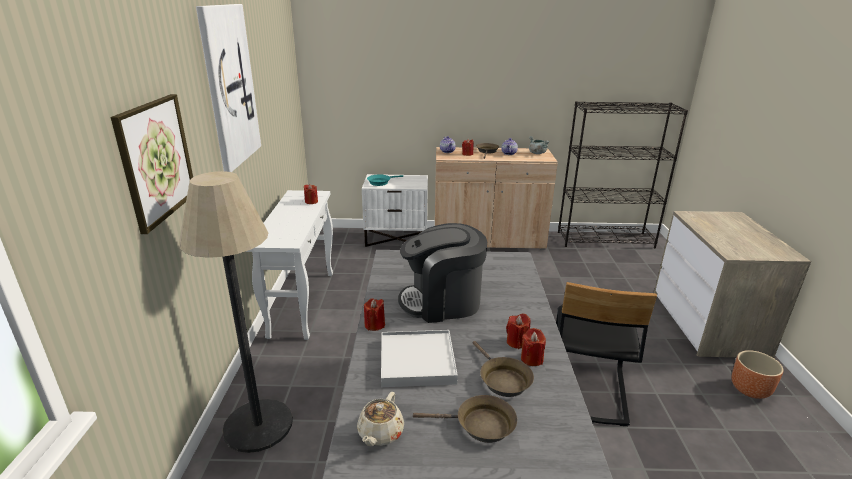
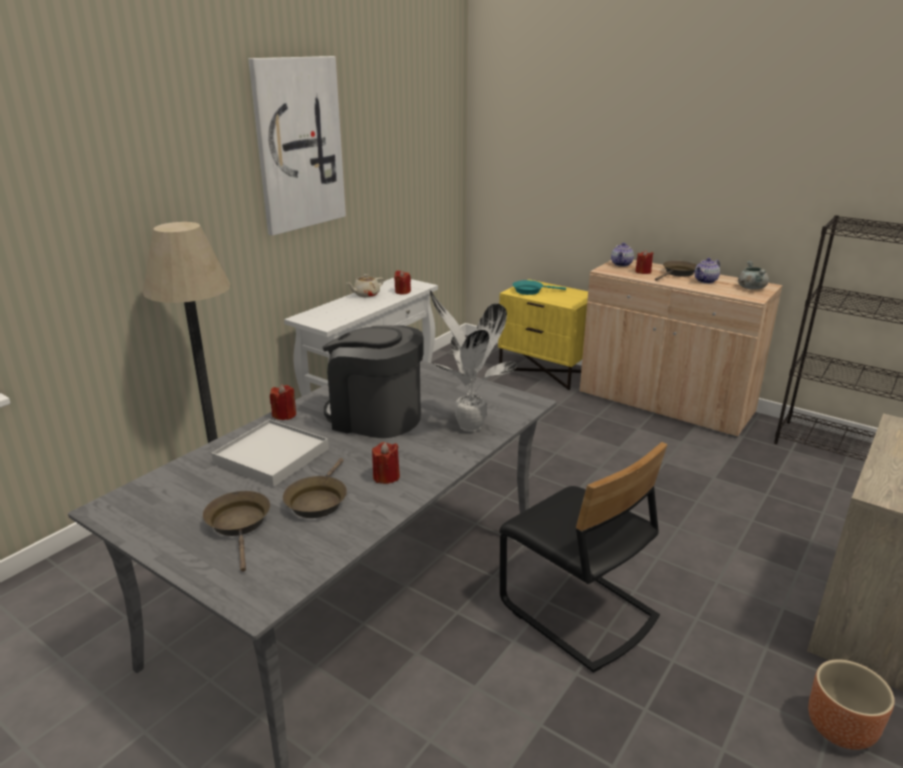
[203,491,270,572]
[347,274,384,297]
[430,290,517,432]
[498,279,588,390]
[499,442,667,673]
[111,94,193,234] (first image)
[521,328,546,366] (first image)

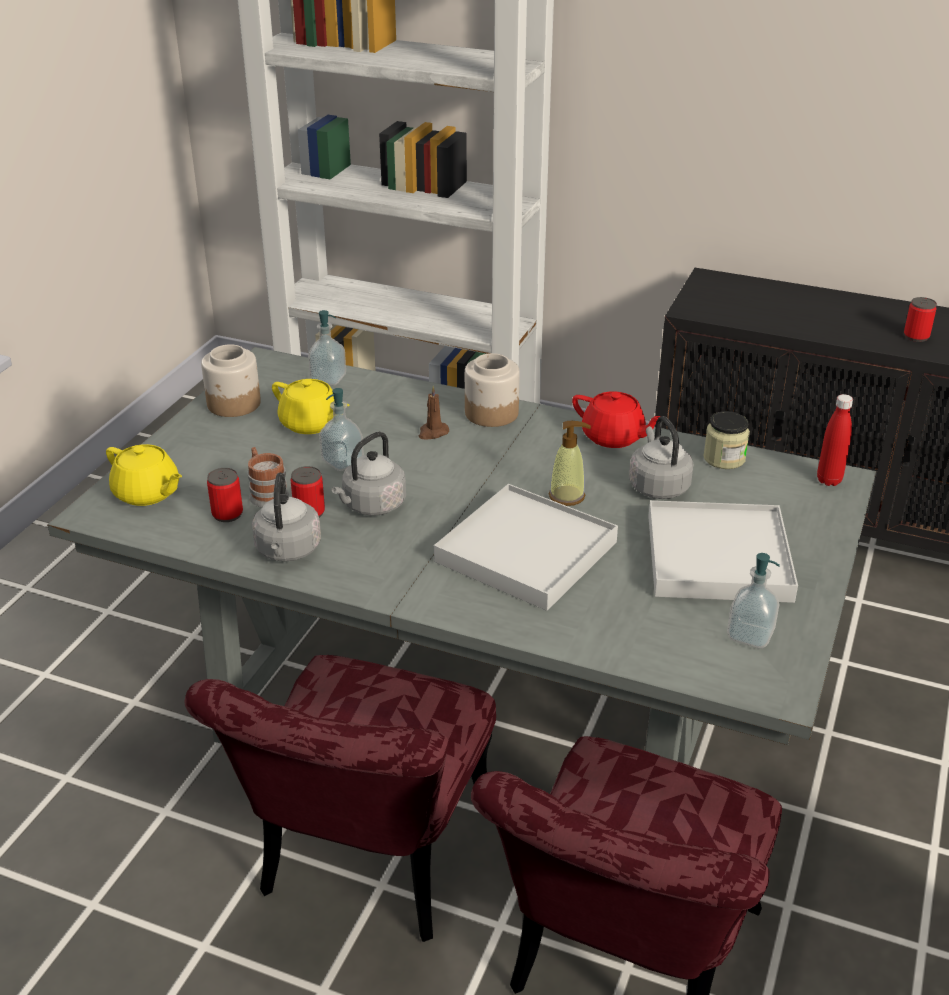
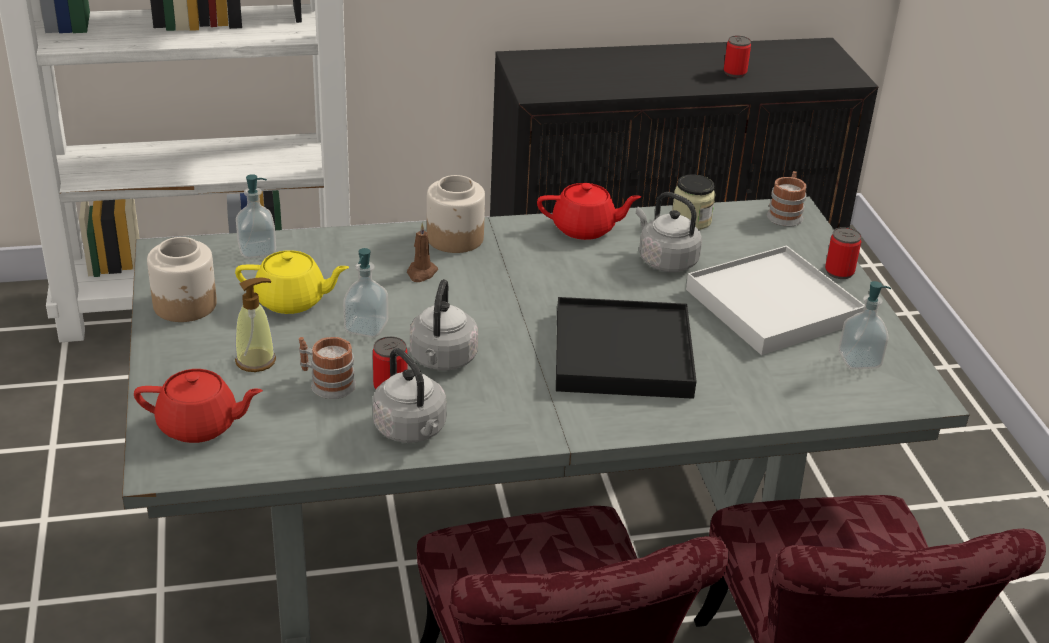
[134,369,263,443]
[235,277,276,372]
[556,297,696,399]
[767,171,807,227]
[825,227,862,279]

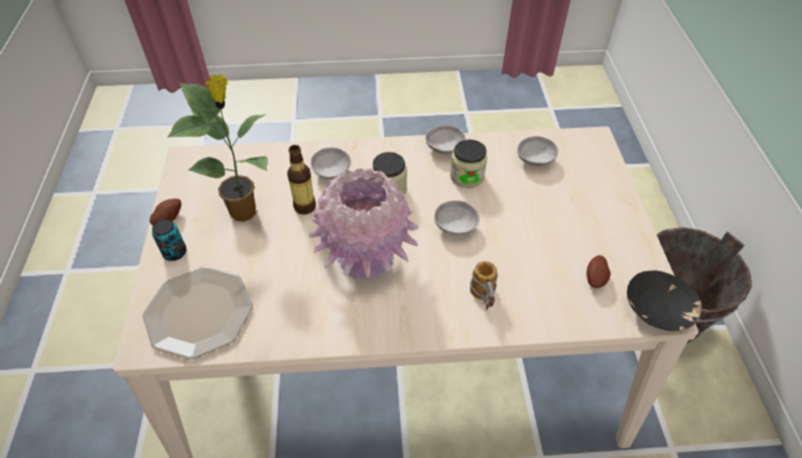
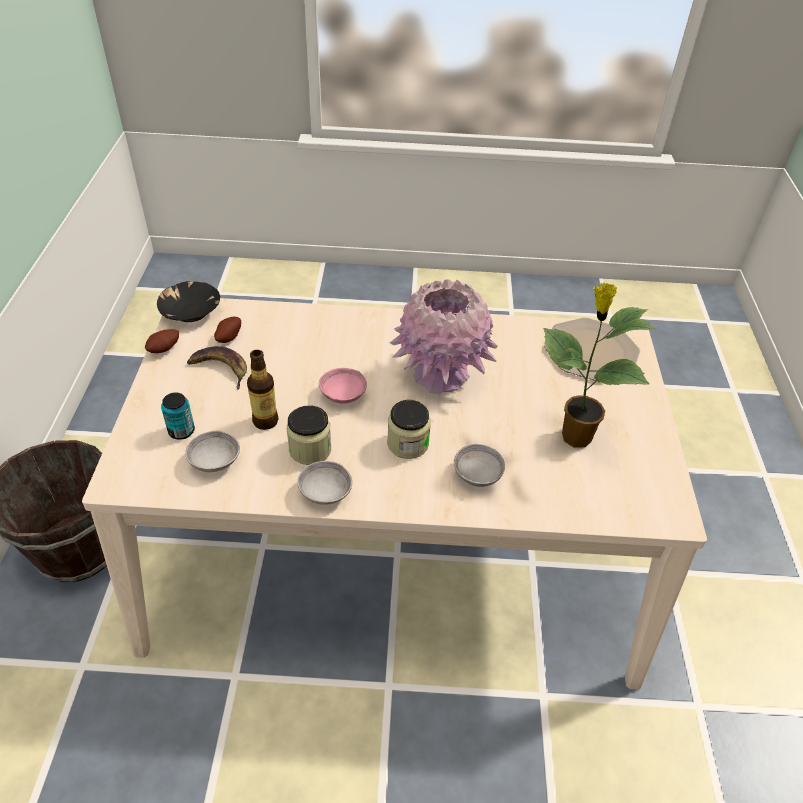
[145,329,179,353]
[161,393,195,440]
[187,346,247,390]
[247,350,279,430]
[319,368,367,404]
[470,261,498,311] (first image)

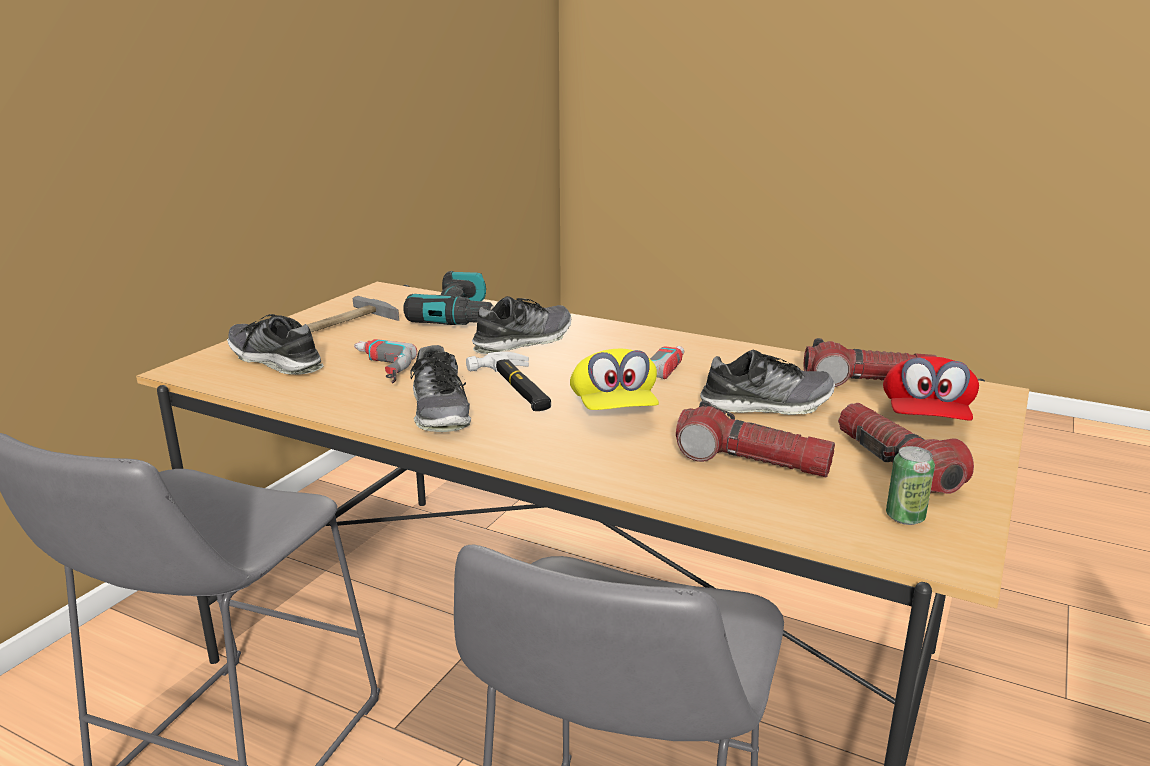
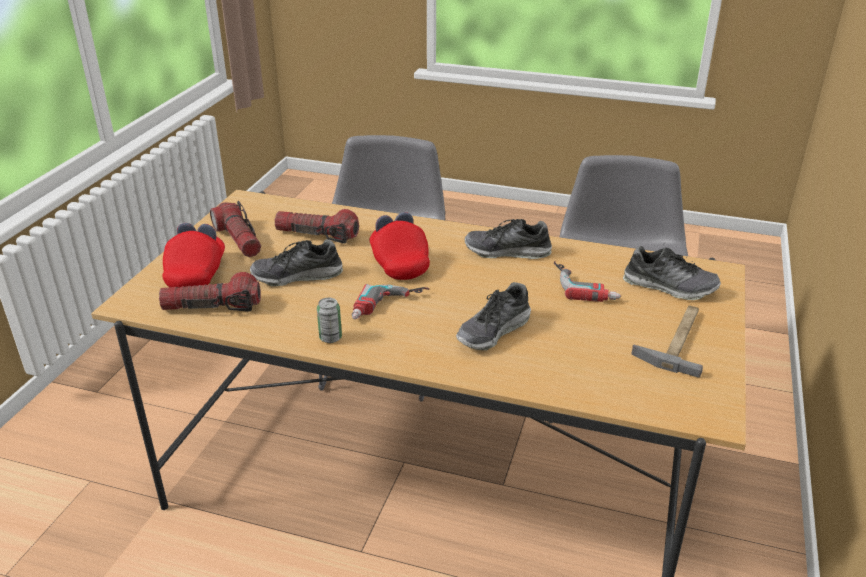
[317,298,342,343]
[370,212,430,280]
[465,219,552,259]
[403,271,494,325] (first image)
[466,352,551,411] (first image)

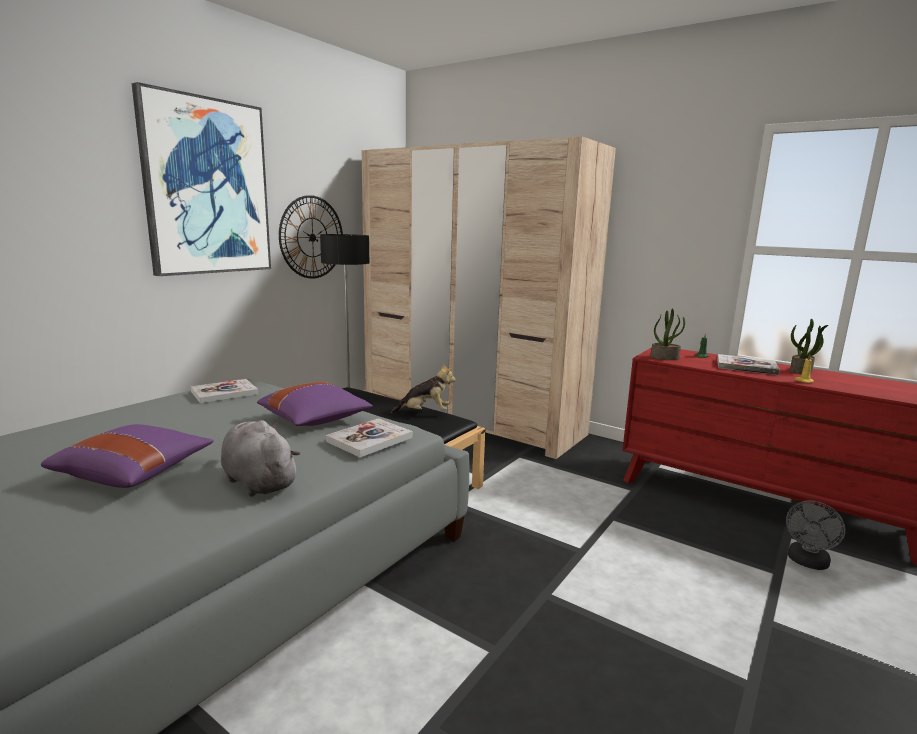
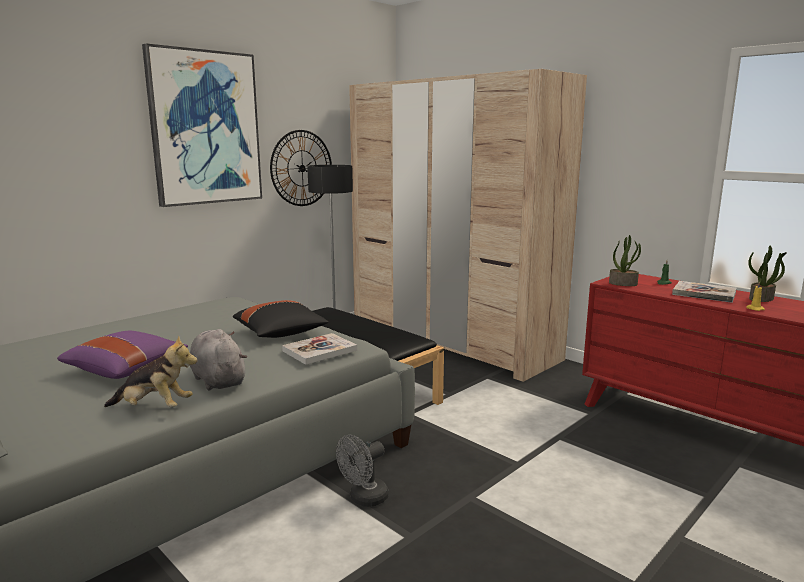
[104,335,197,407]
[233,300,329,338]
[336,435,389,507]
[191,379,258,404] (first image)

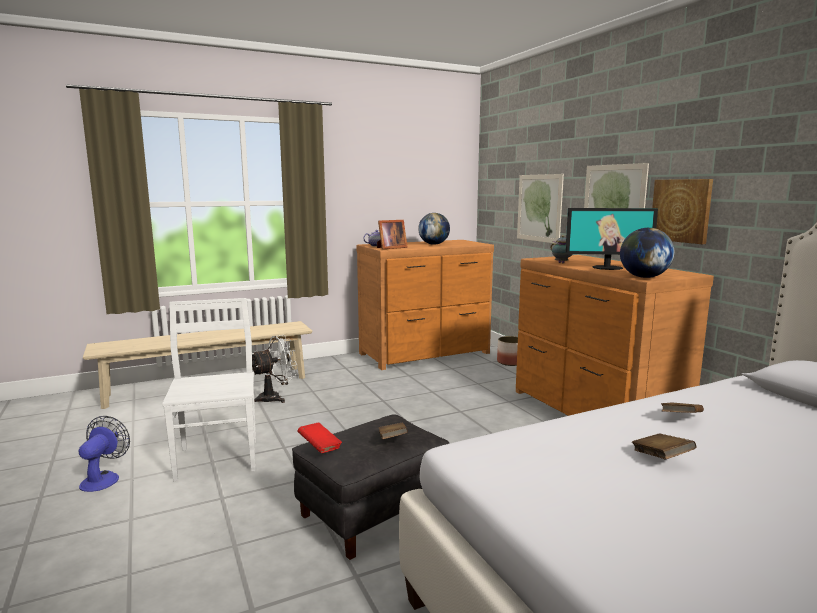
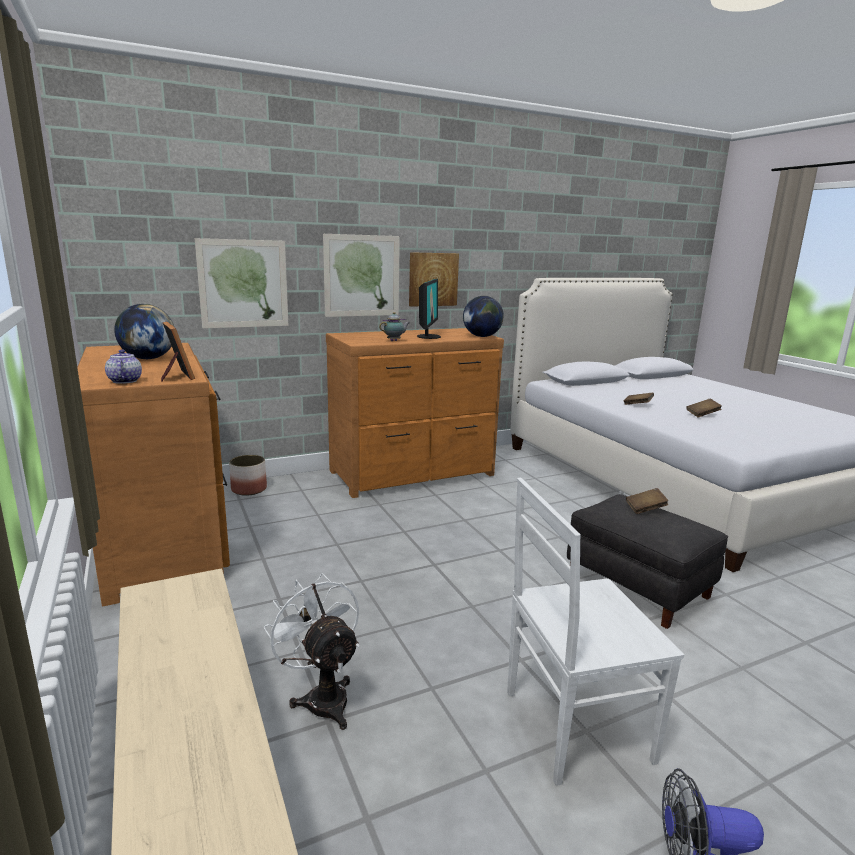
[297,422,342,453] (first image)

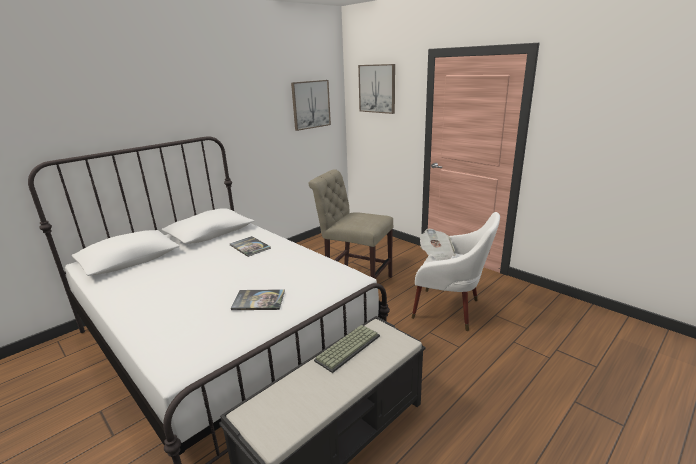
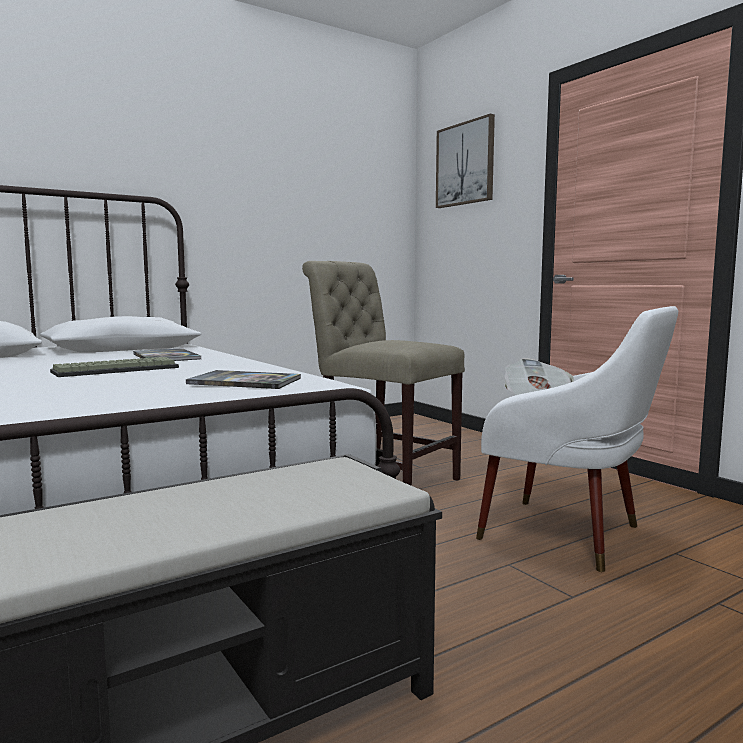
[50,357,179,377]
[186,370,301,389]
[291,80,331,131] (first image)

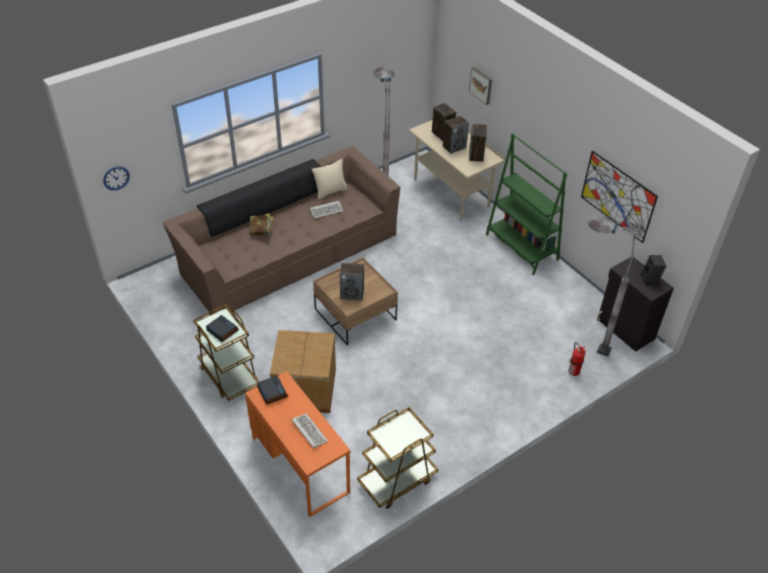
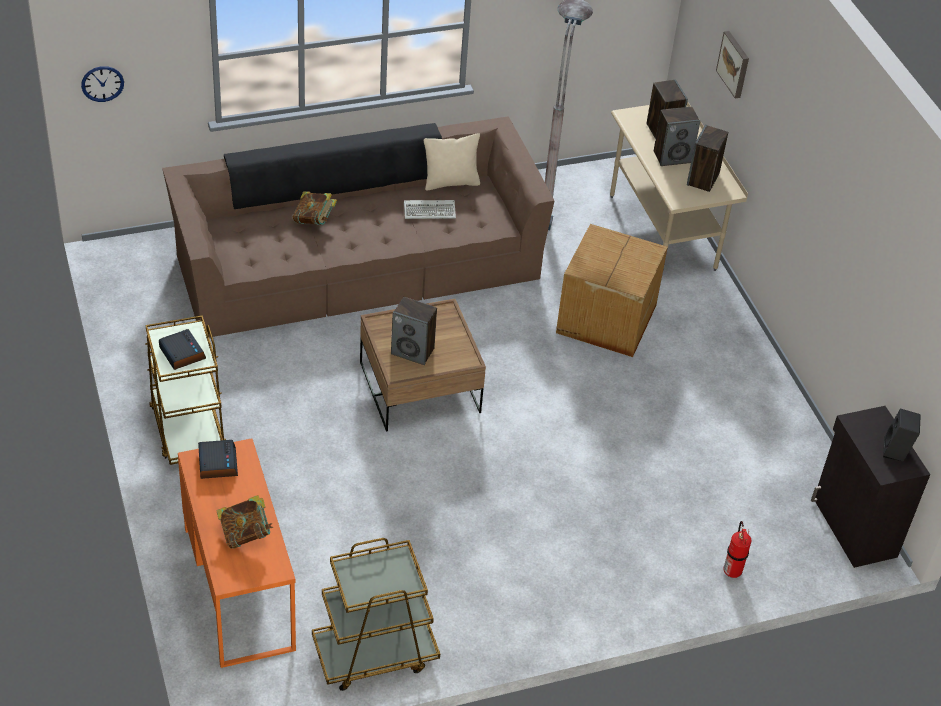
[216,495,273,549]
[556,224,668,357]
[486,133,567,275] (first image)
[581,150,658,243] (first image)
[588,216,636,357] (first image)

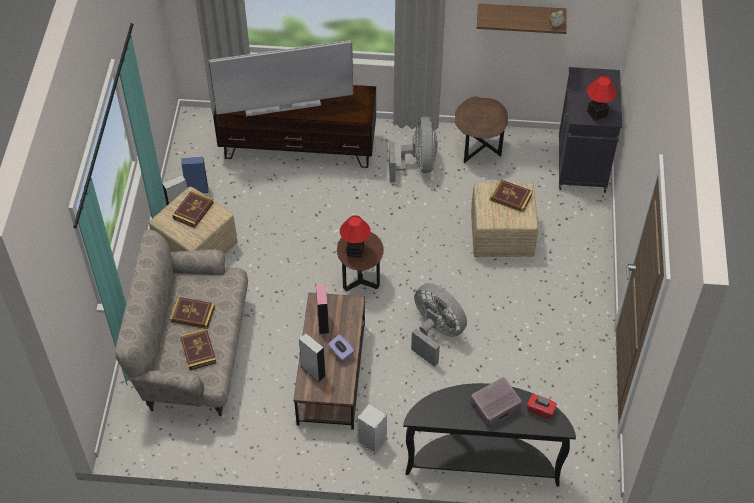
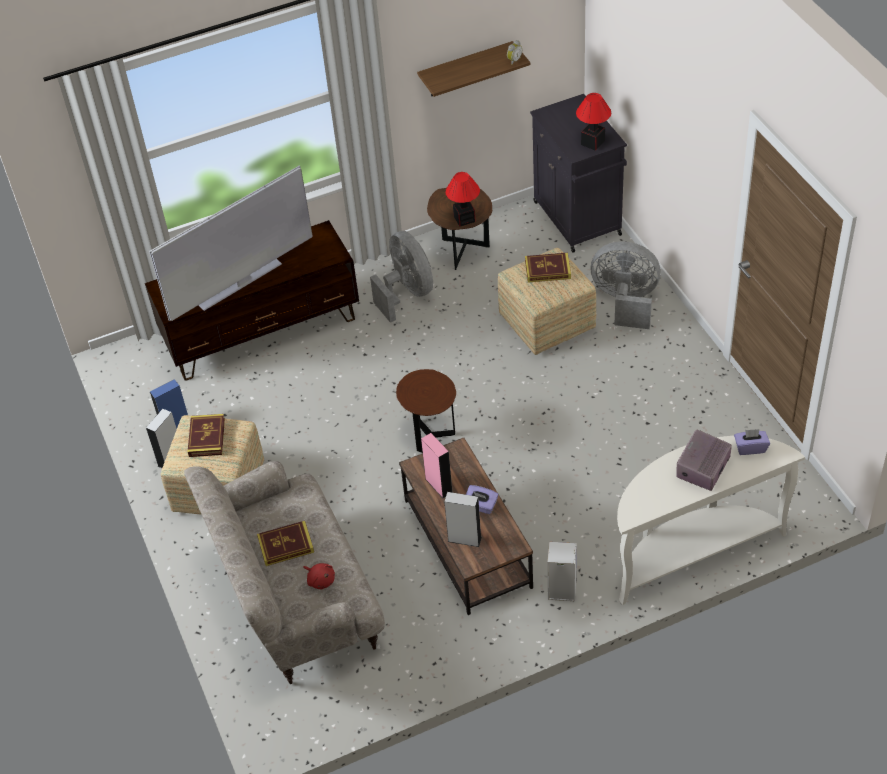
[303,563,335,589]
[445,172,480,227]
[590,241,661,329]
[617,436,805,605]
[734,429,770,455]

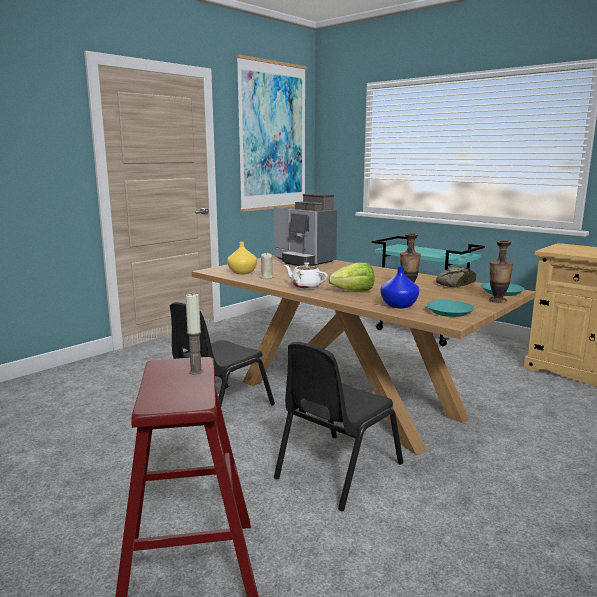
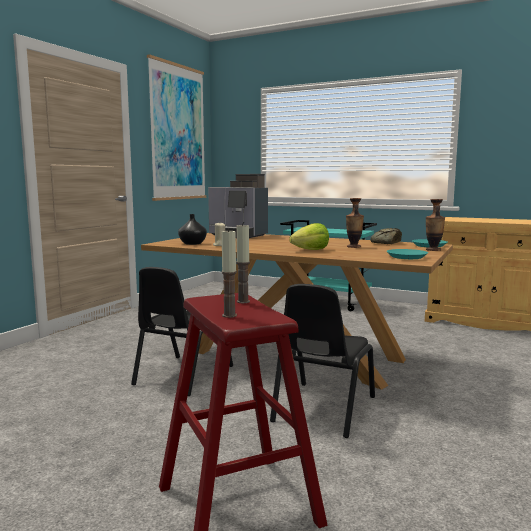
[178,214,207,245]
[221,229,237,318]
[284,262,328,289] (first image)
[381,266,419,308] (first image)

